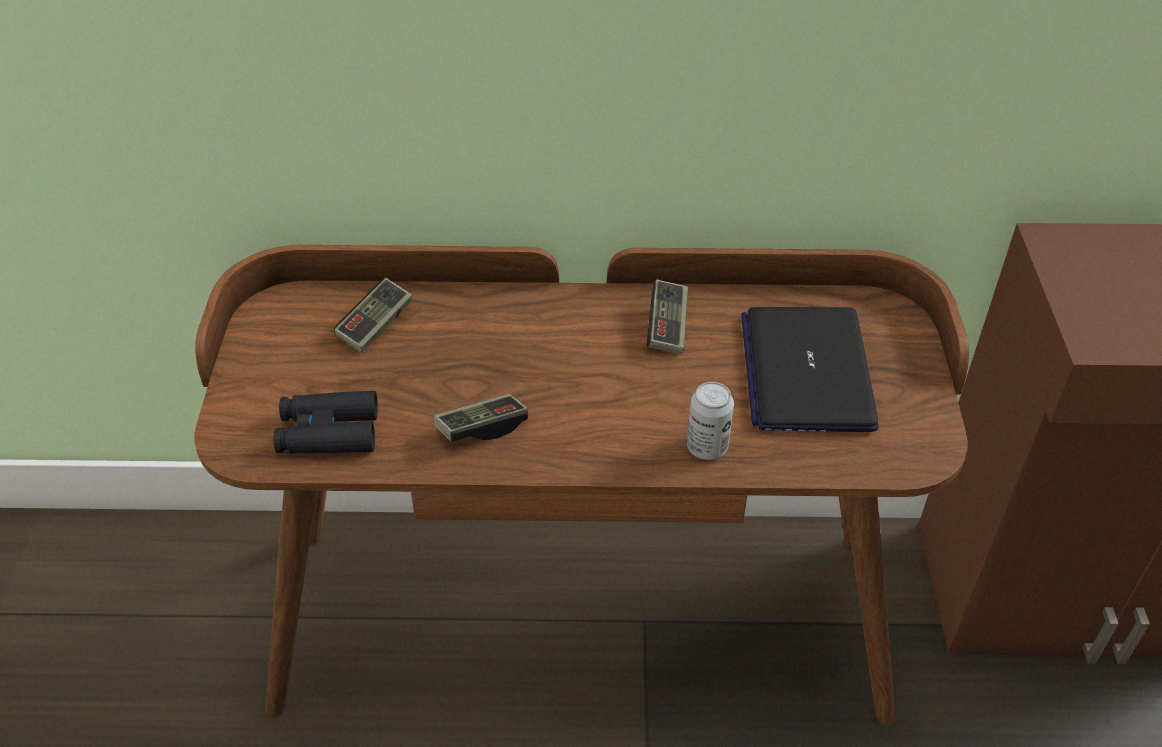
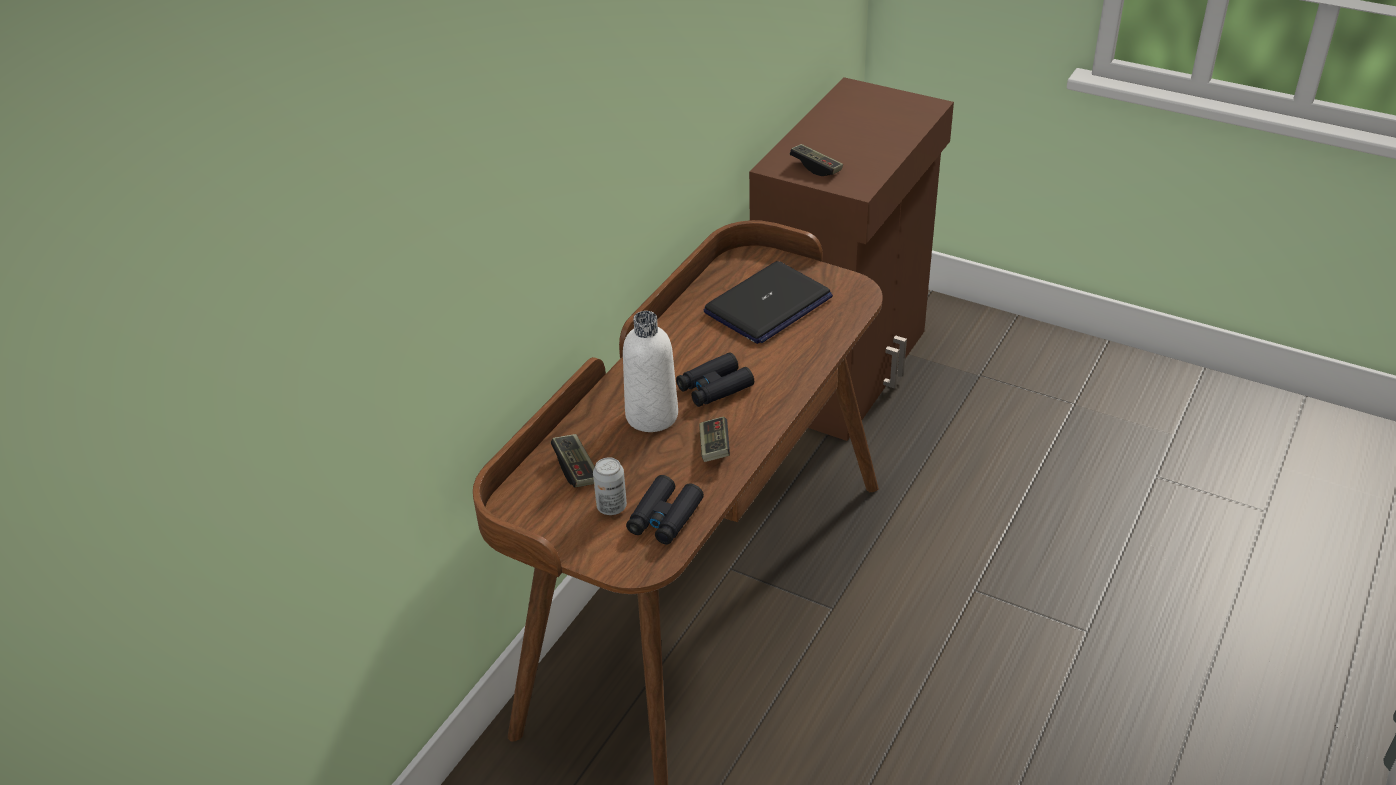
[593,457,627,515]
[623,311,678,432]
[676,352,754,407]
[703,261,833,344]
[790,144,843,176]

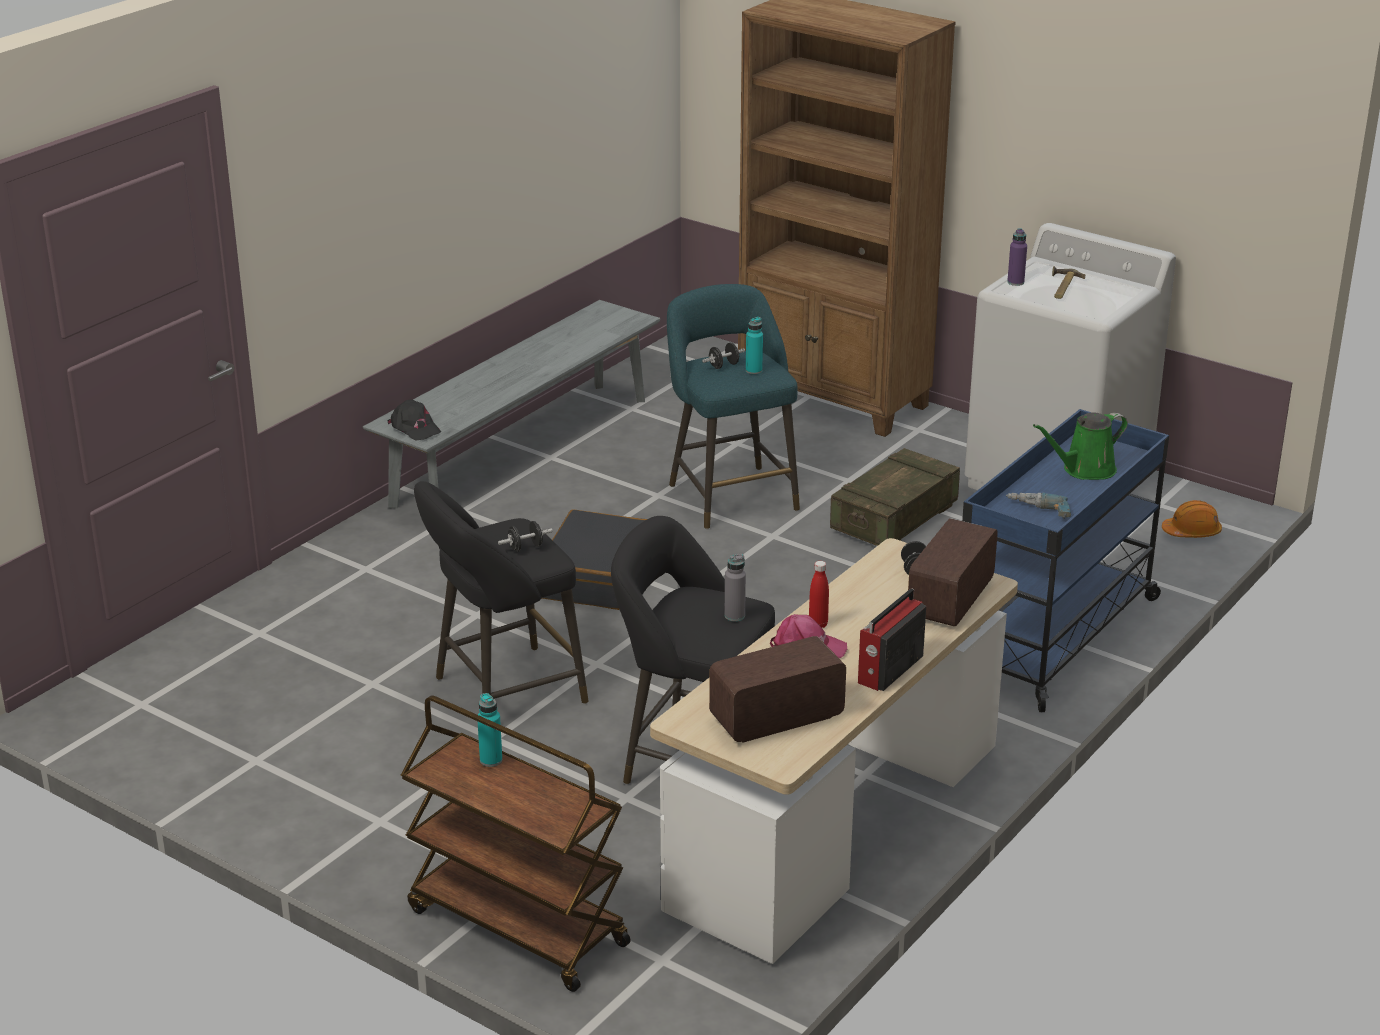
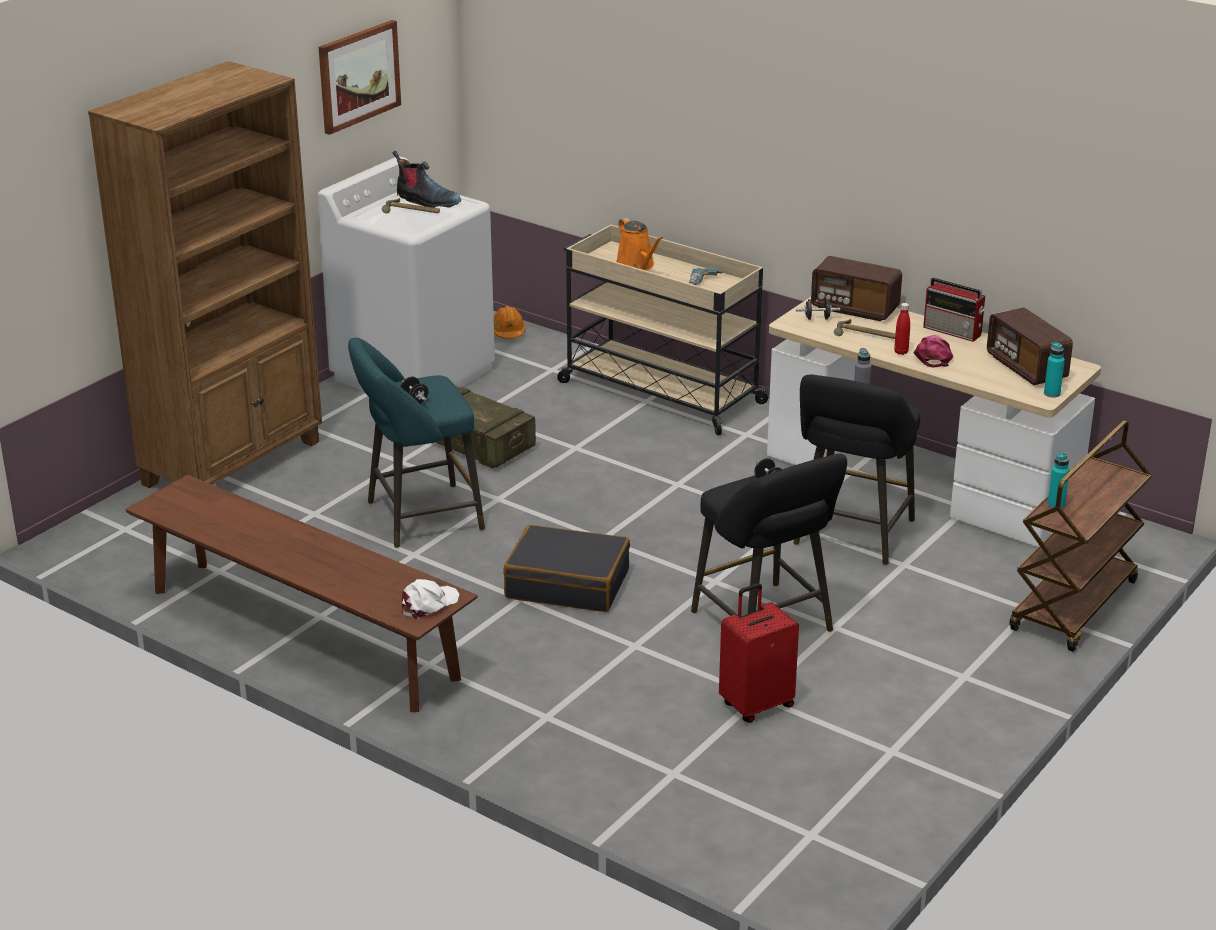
[125,475,478,712]
[319,20,401,135]
[393,151,461,208]
[402,579,460,619]
[557,225,770,435]
[616,218,663,271]
[719,583,799,723]
[834,319,896,339]
[1044,342,1065,398]
[1007,228,1027,286] (first image)

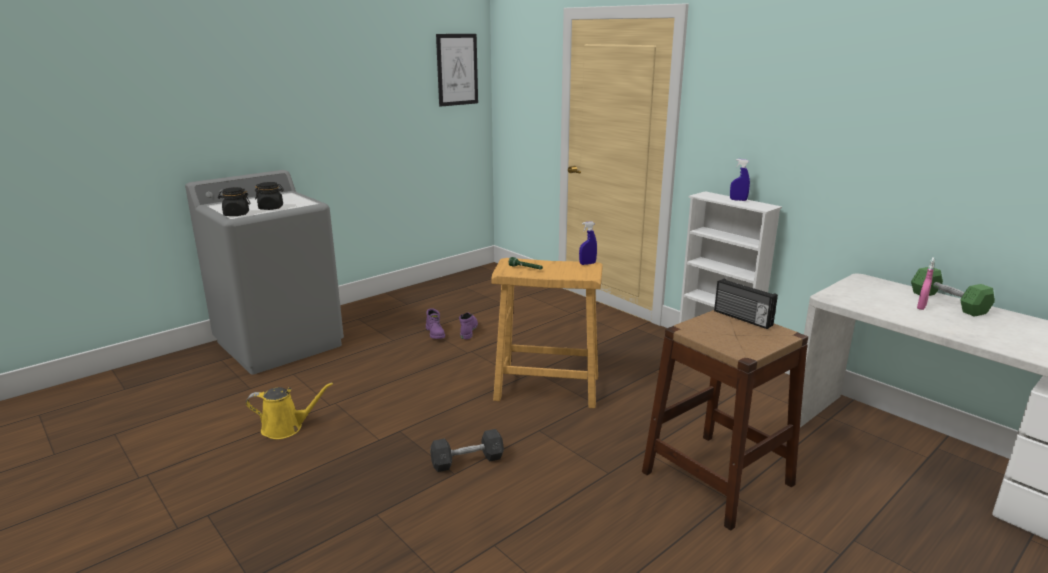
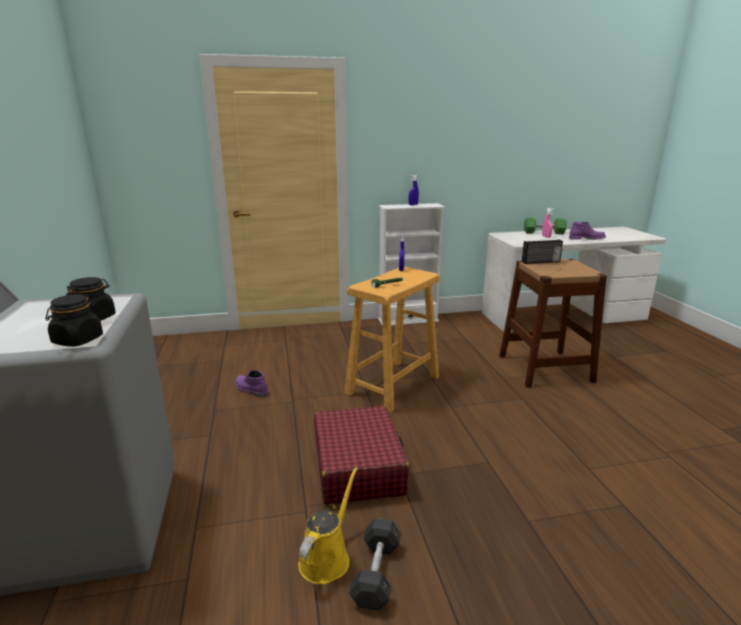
[314,405,410,505]
[349,518,401,611]
[569,222,606,240]
[436,34,478,107] (first image)

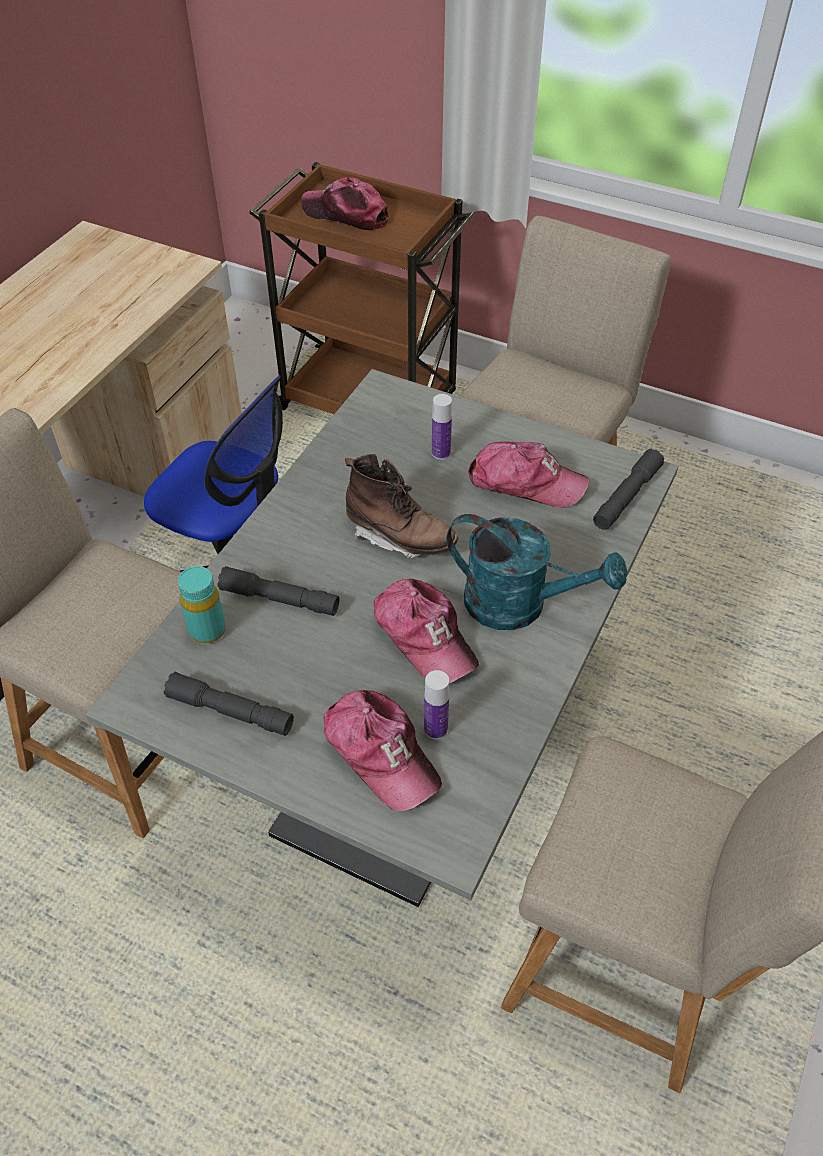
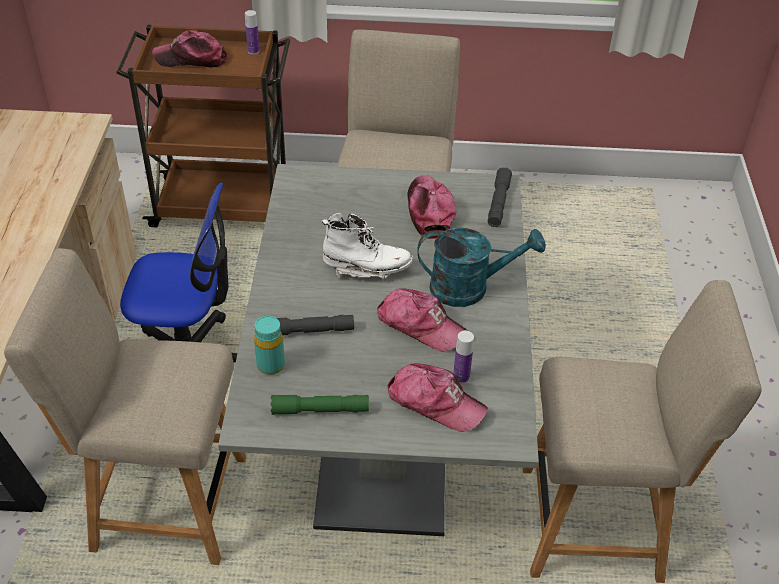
[245,10,259,55]
[271,395,369,415]
[322,213,413,279]
[407,175,456,239]

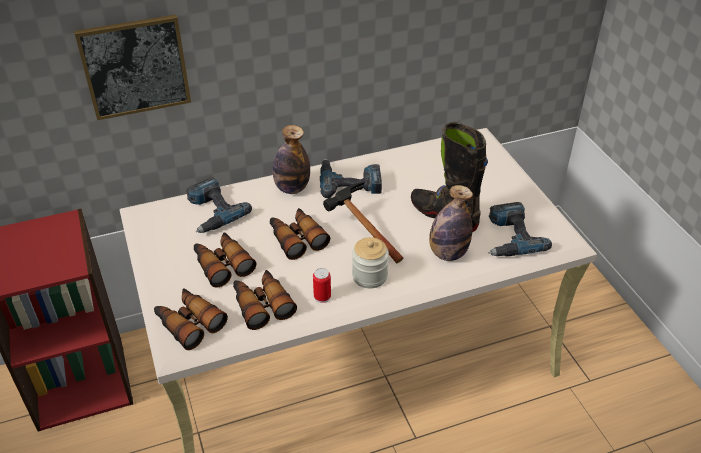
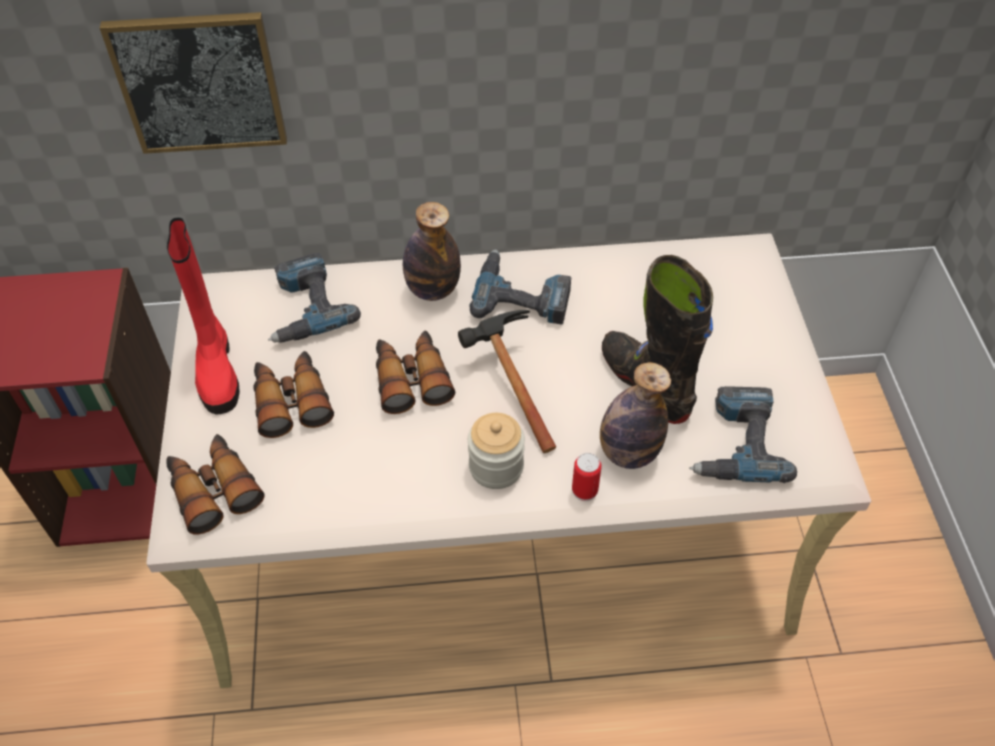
[167,217,240,414]
[572,453,602,501]
[233,270,297,330] (first image)

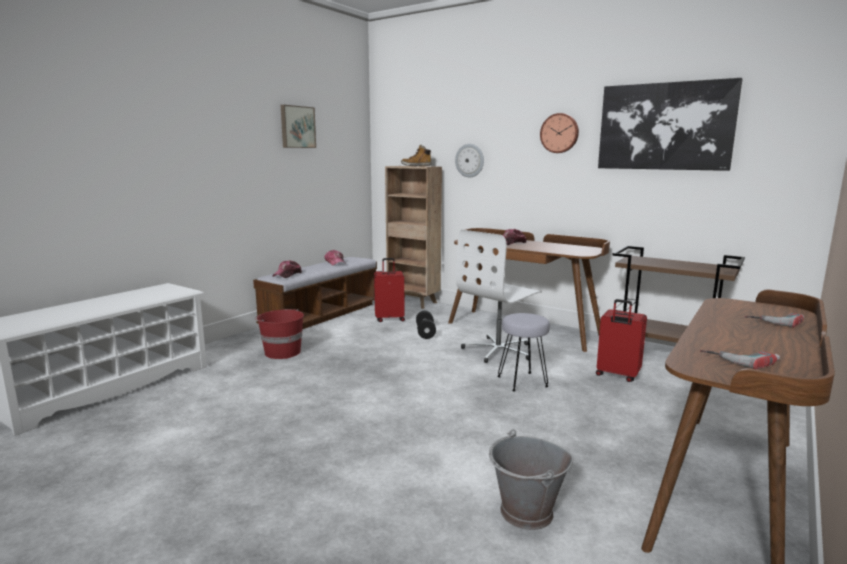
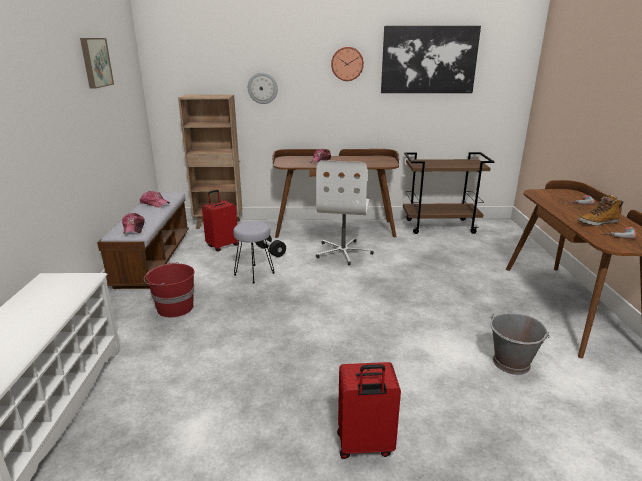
[233,221,275,283]
[337,362,401,459]
[578,194,623,226]

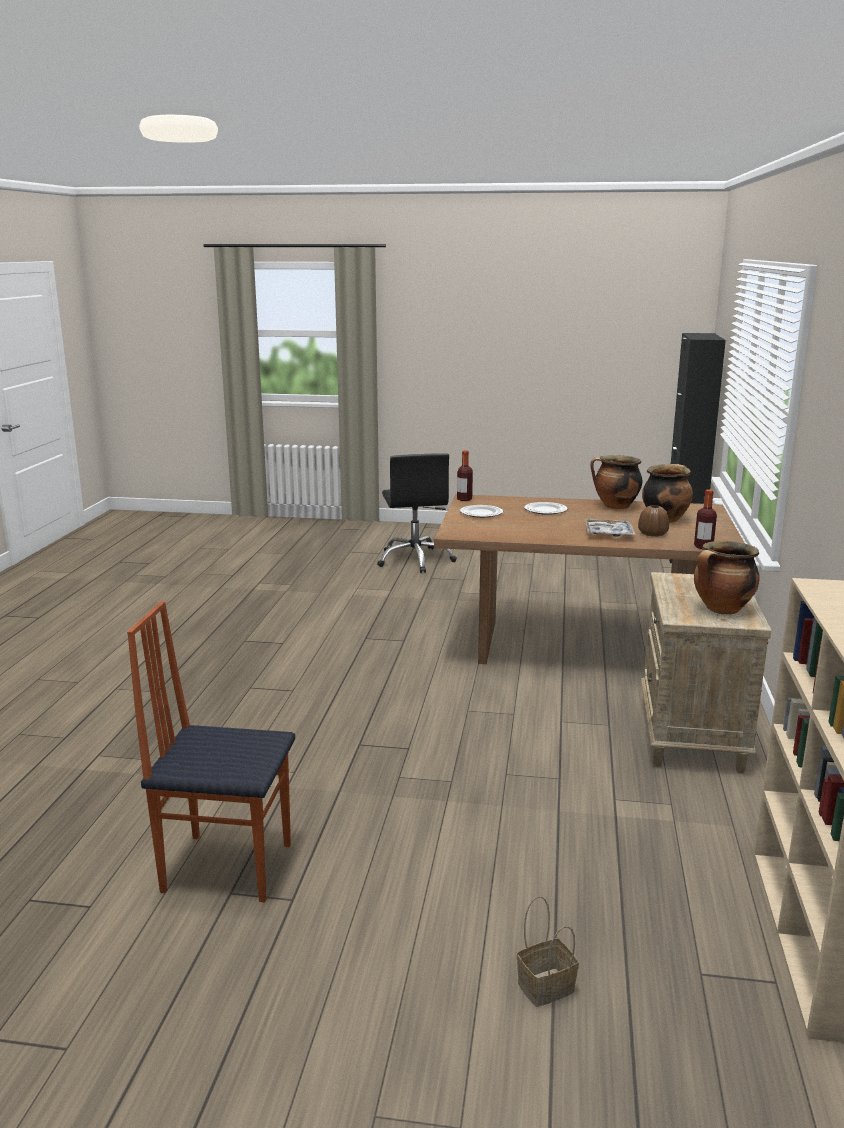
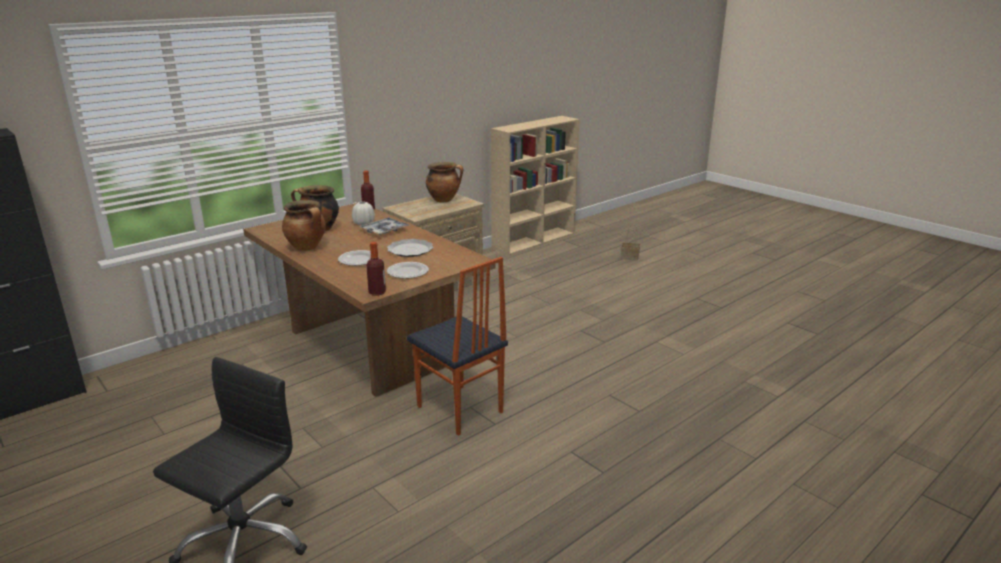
[352,202,375,225]
[387,239,434,257]
[407,257,508,436]

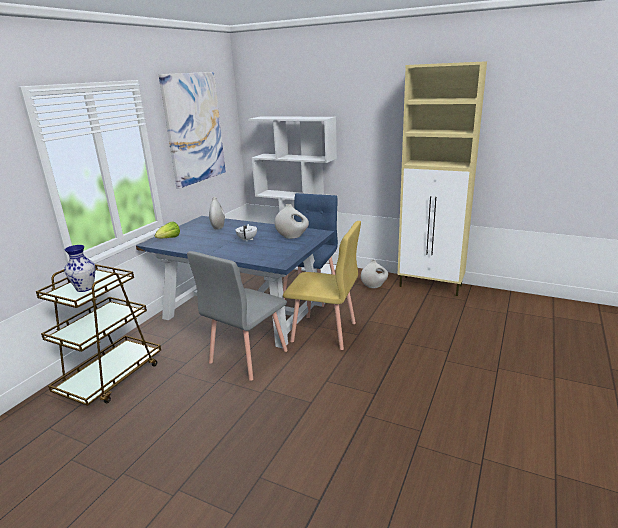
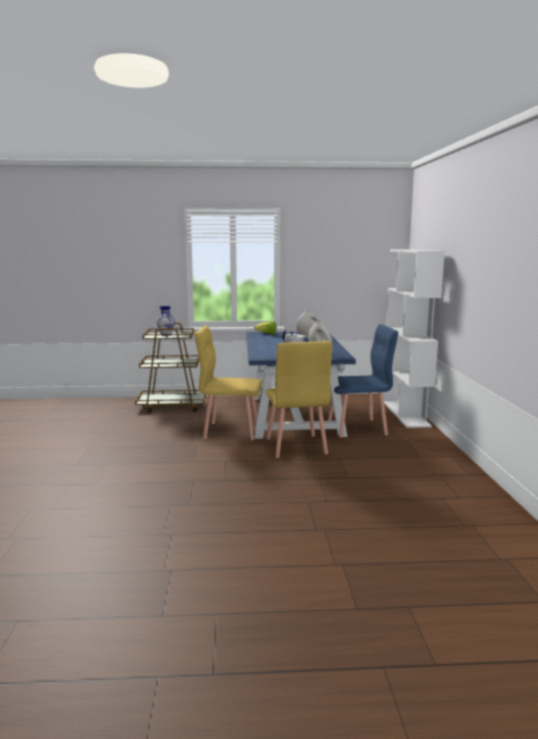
[195,326,263,441]
[159,72,226,189] (first image)
[361,260,388,288] (first image)
[397,61,487,296] (first image)

